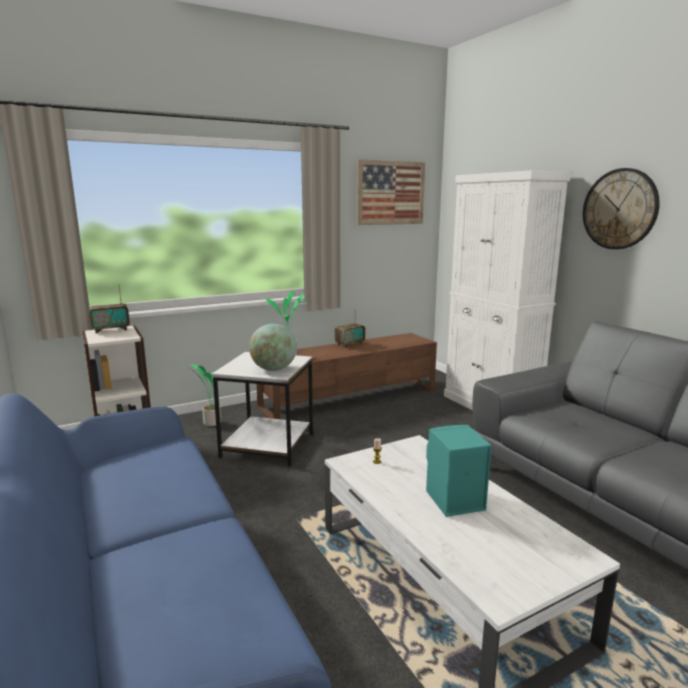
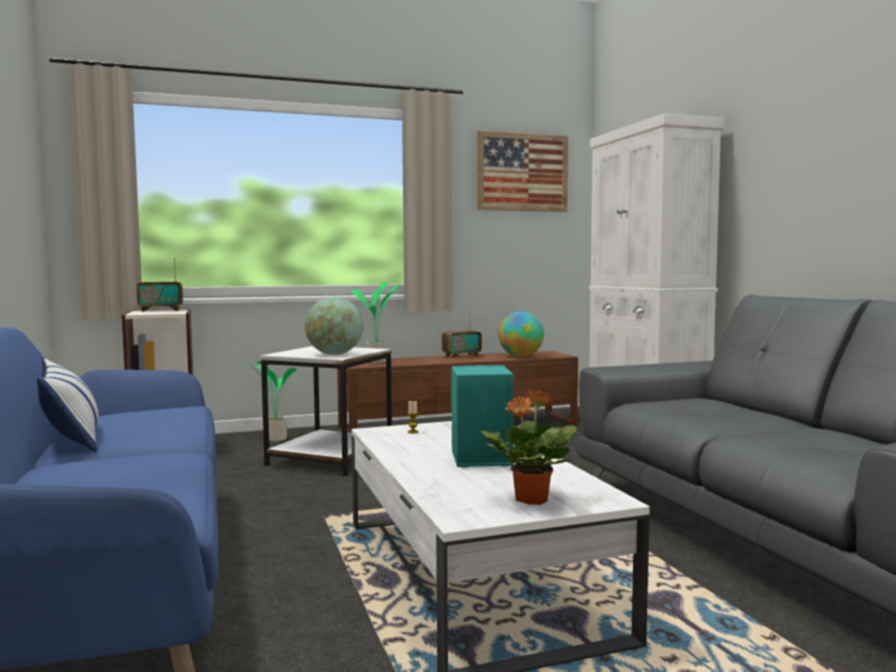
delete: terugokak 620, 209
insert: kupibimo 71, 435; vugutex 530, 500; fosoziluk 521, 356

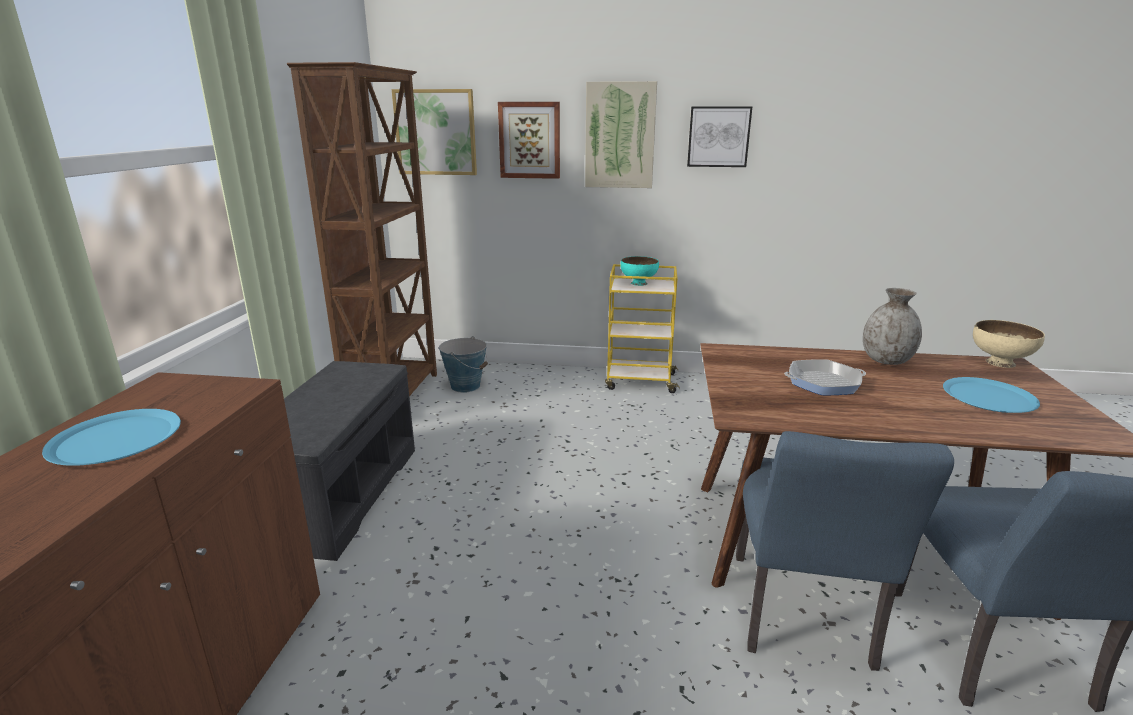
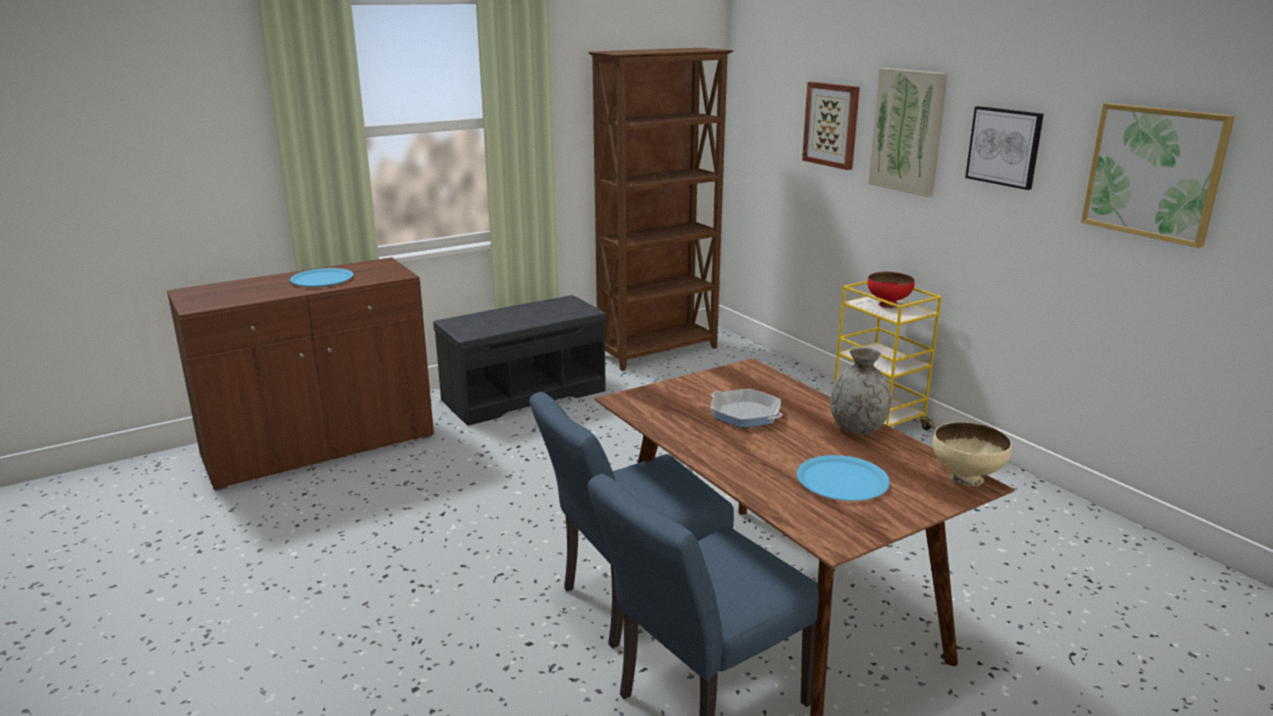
delete: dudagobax 465, 386
move: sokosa 436, 132 to 1154, 172
recolor: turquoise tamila 638, 283 to red tamila 888, 304

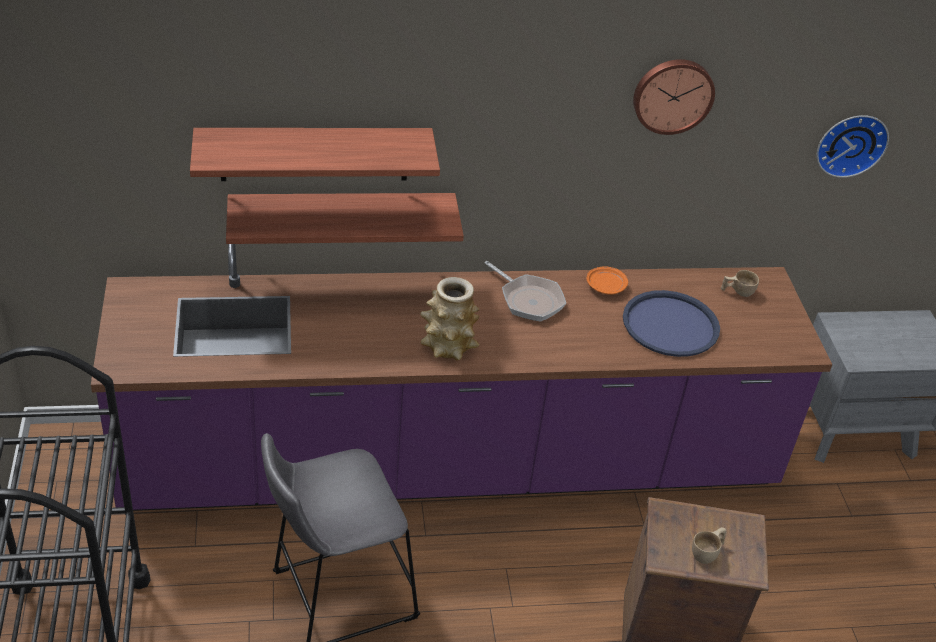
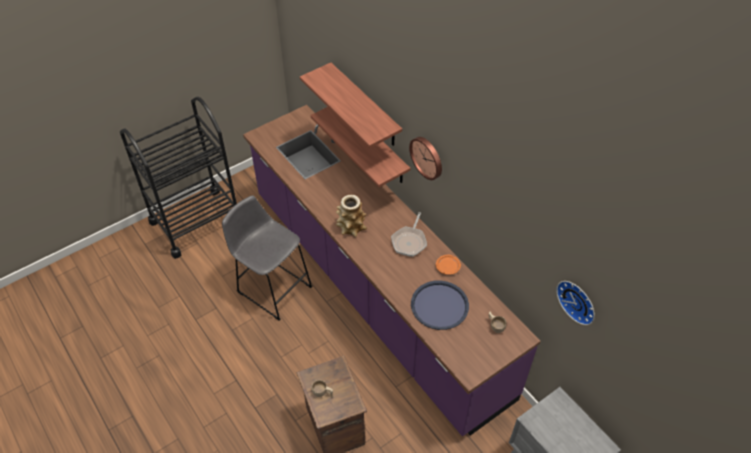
move: terugokak 672, 95 to 427, 157

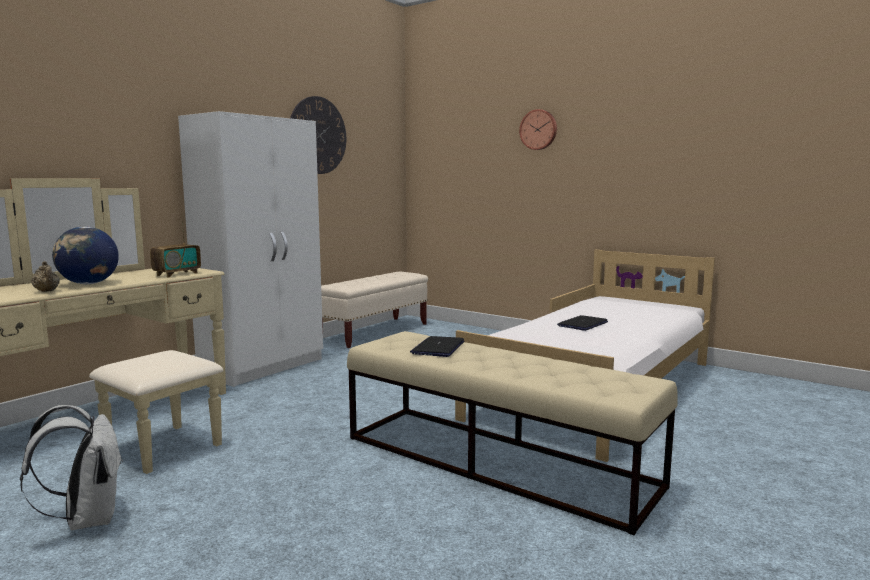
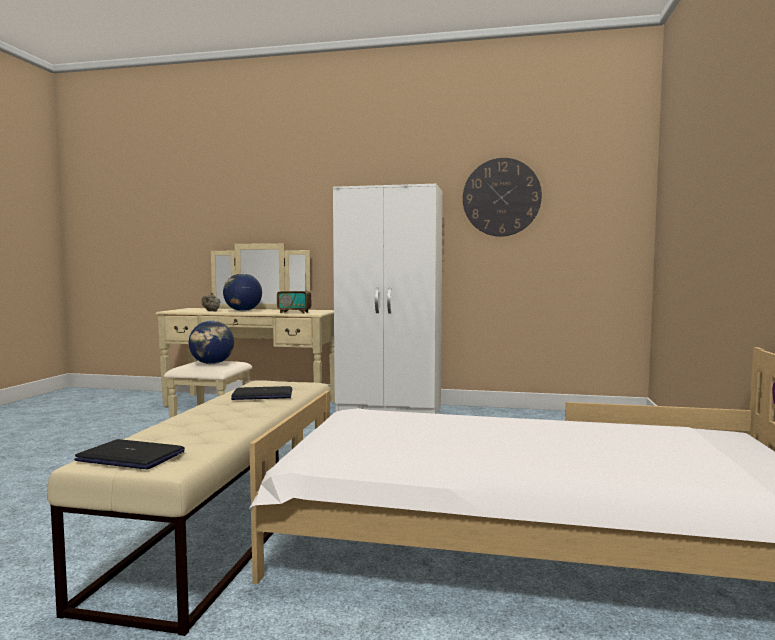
delete: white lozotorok 87, 519; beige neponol 374, 332; terugokak 538, 129
insert: fosoziluk 212, 364
move: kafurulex 582, 324 to 131, 456

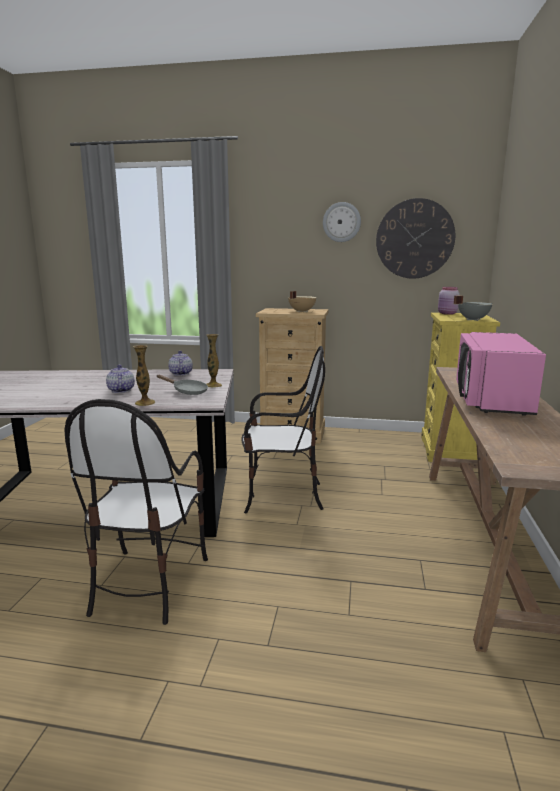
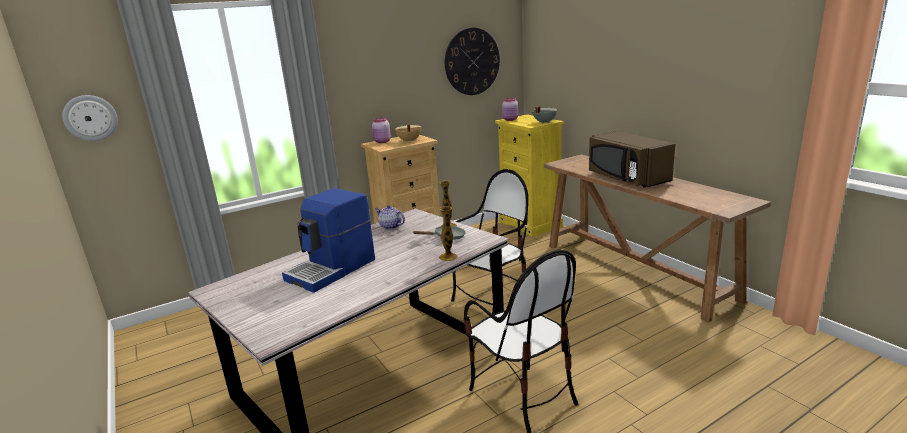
delete: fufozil 120, 390
insert: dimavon 332, 269; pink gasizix 382, 142
move: terugokak 341, 222 to 90, 118
recolor: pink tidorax 490, 399 to brown tidorax 626, 178

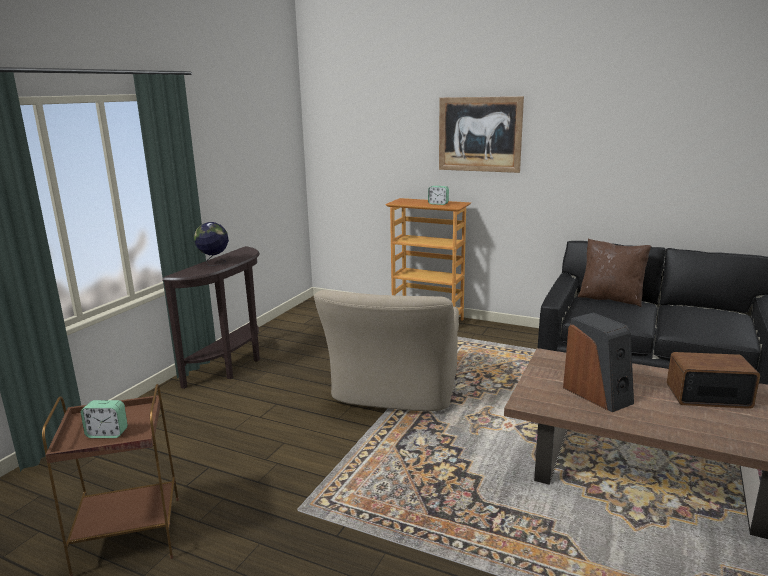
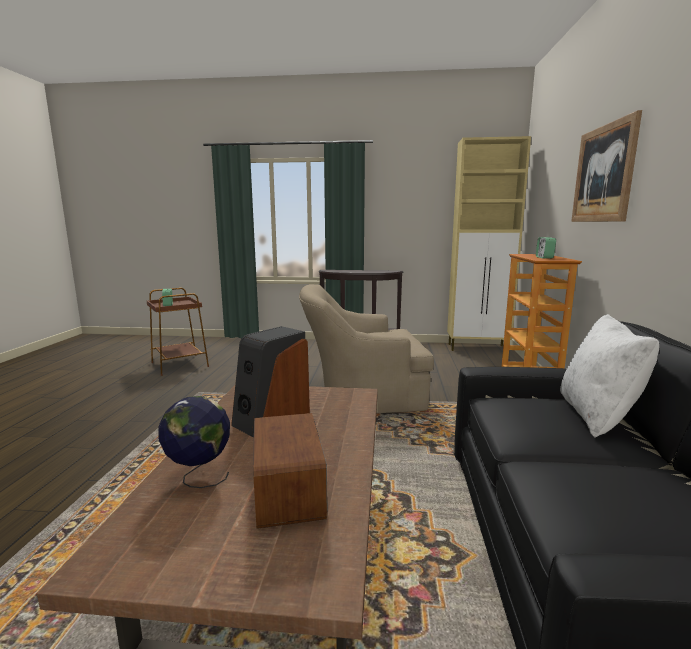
insert: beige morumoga 478, 348
move: fosoziluk 214, 263 to 199, 477
recolor: brown kupibimo 611, 299 to white kupibimo 597, 416

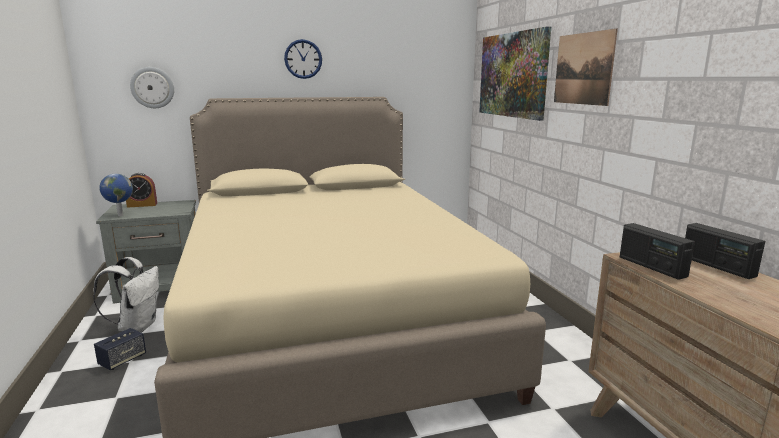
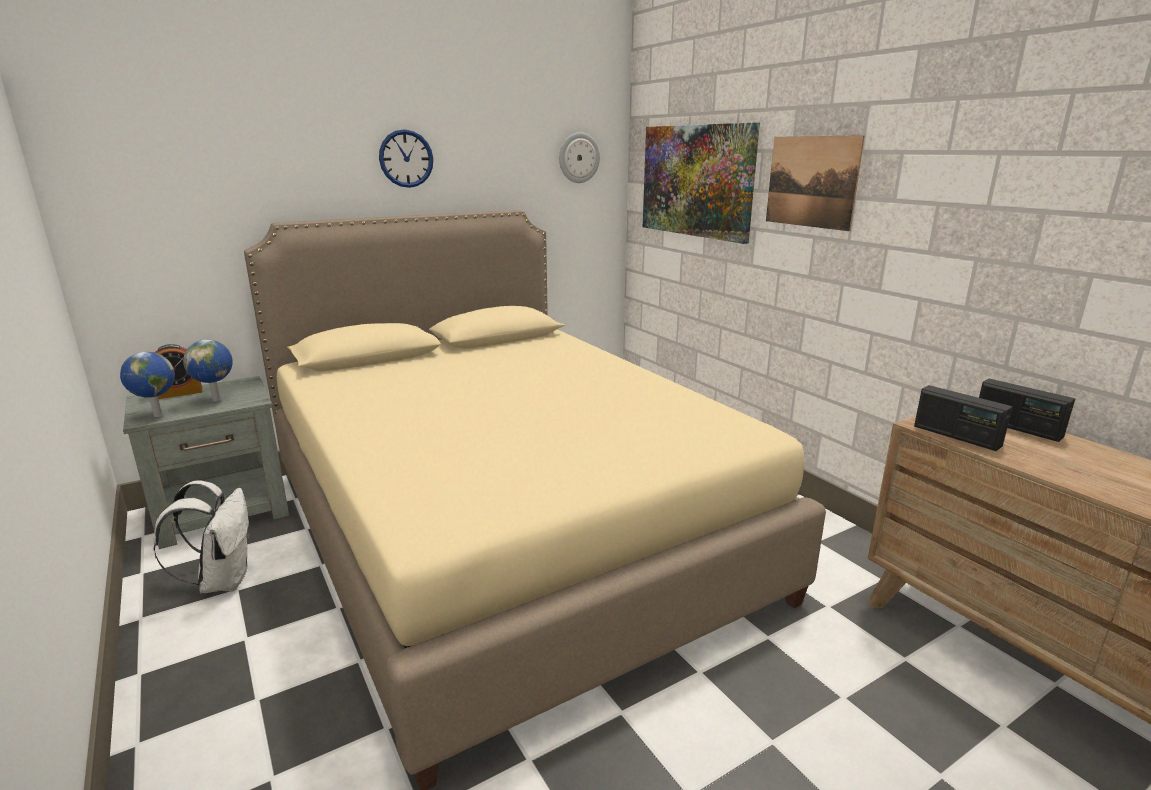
delete: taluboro 122, 360
insert: fosoziluk 217, 400
move: terugokak 152, 87 to 578, 158

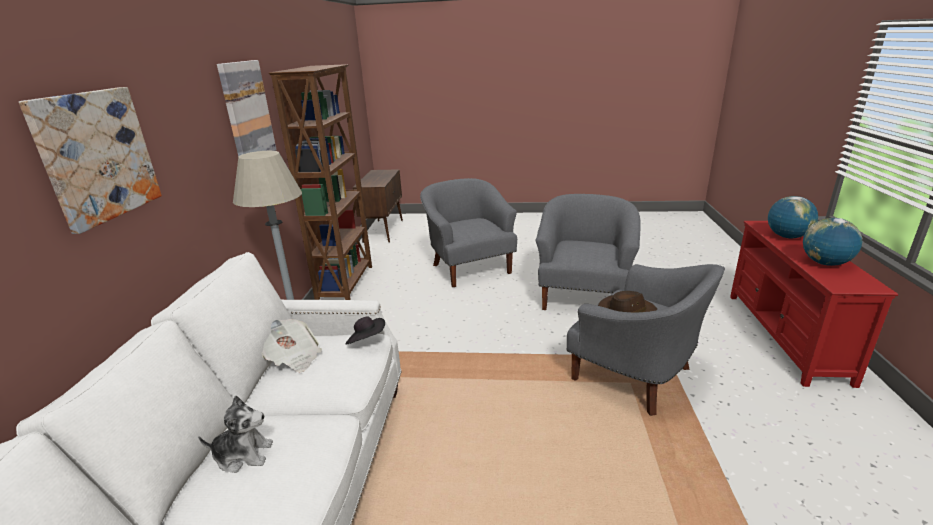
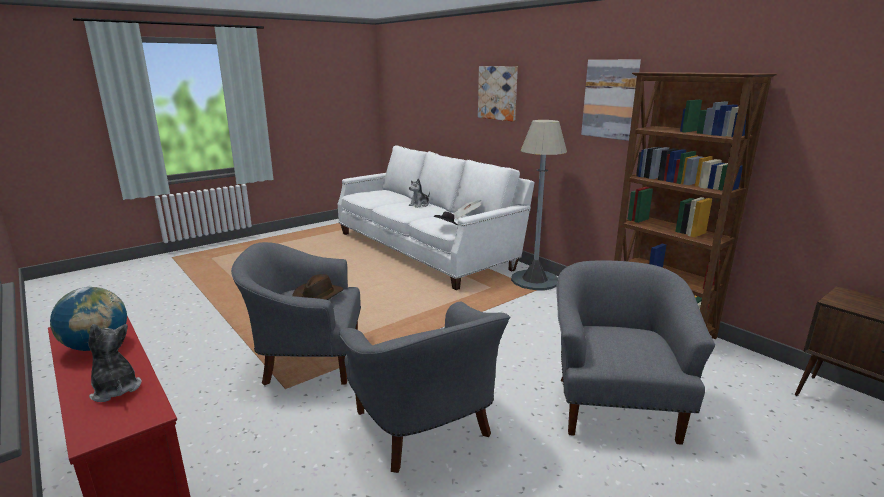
replace: fosoziluk 787, 237 to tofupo 115, 389
rotate: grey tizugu 470, 268 = 615, 405 105 degrees counterclockwise

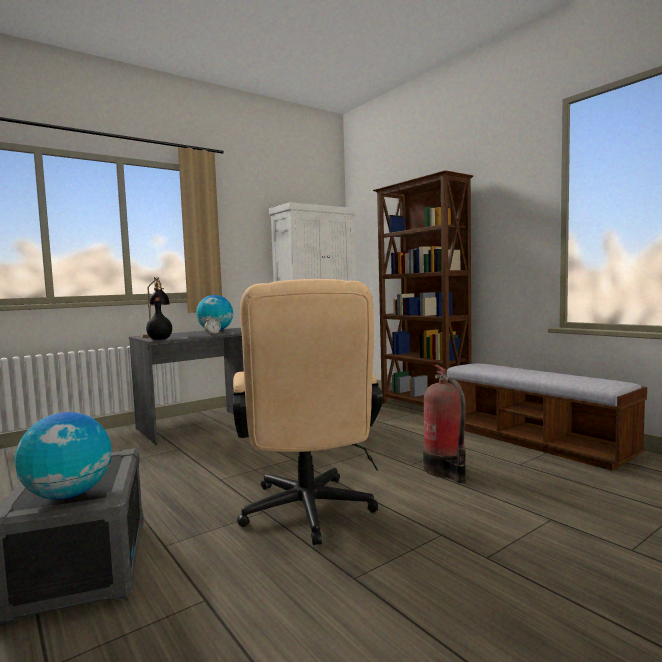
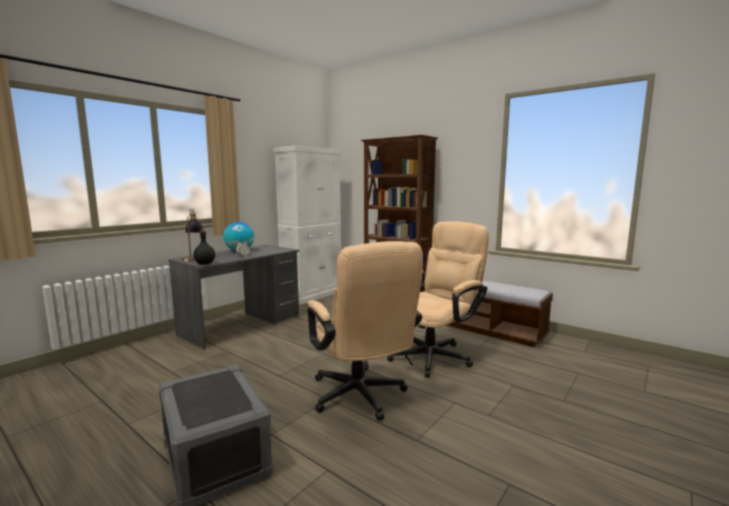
delete: fosoziluk 68, 495
replace: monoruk 446, 471 to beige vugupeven 435, 355

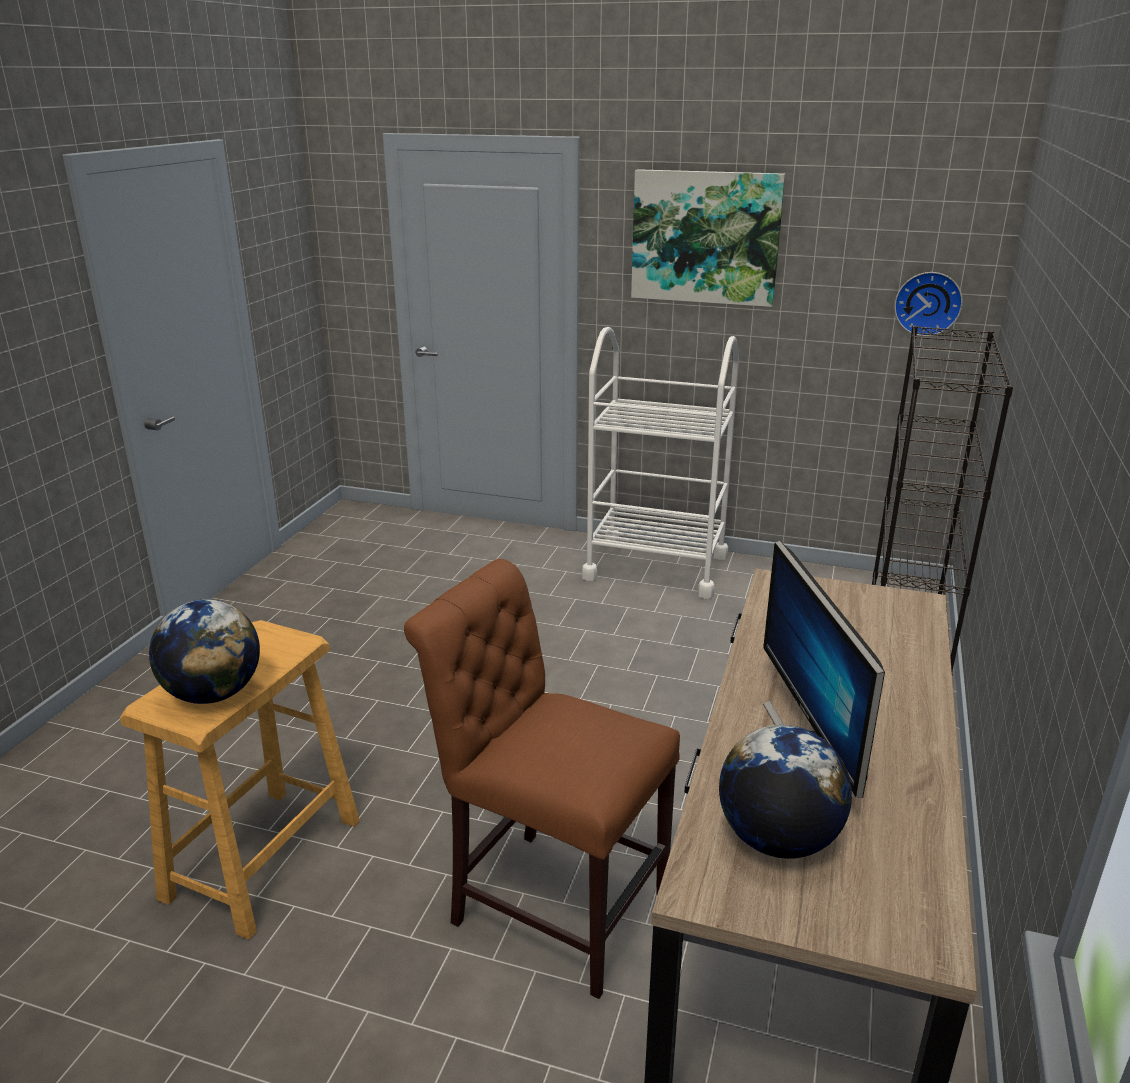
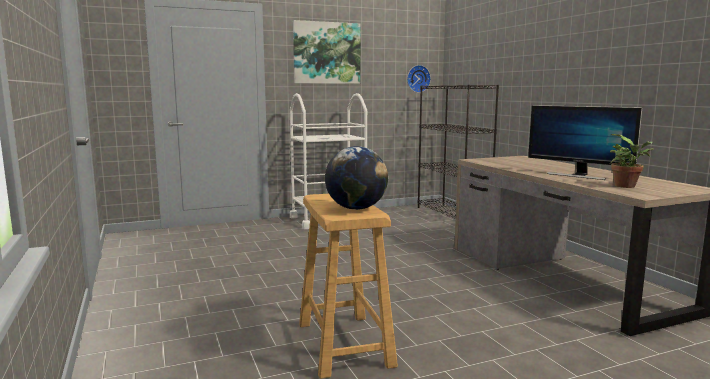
delete: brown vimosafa 550, 901
replace: fosoziluk 777, 839 to vugutex 627, 186

